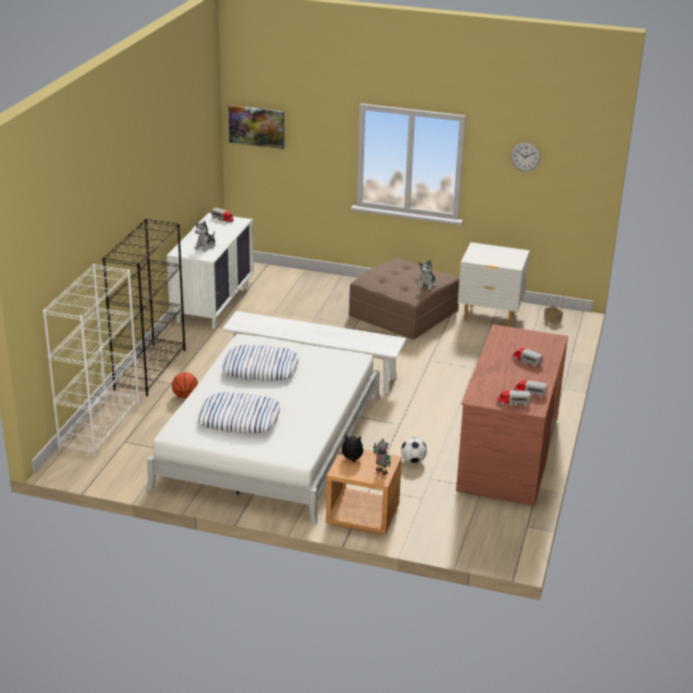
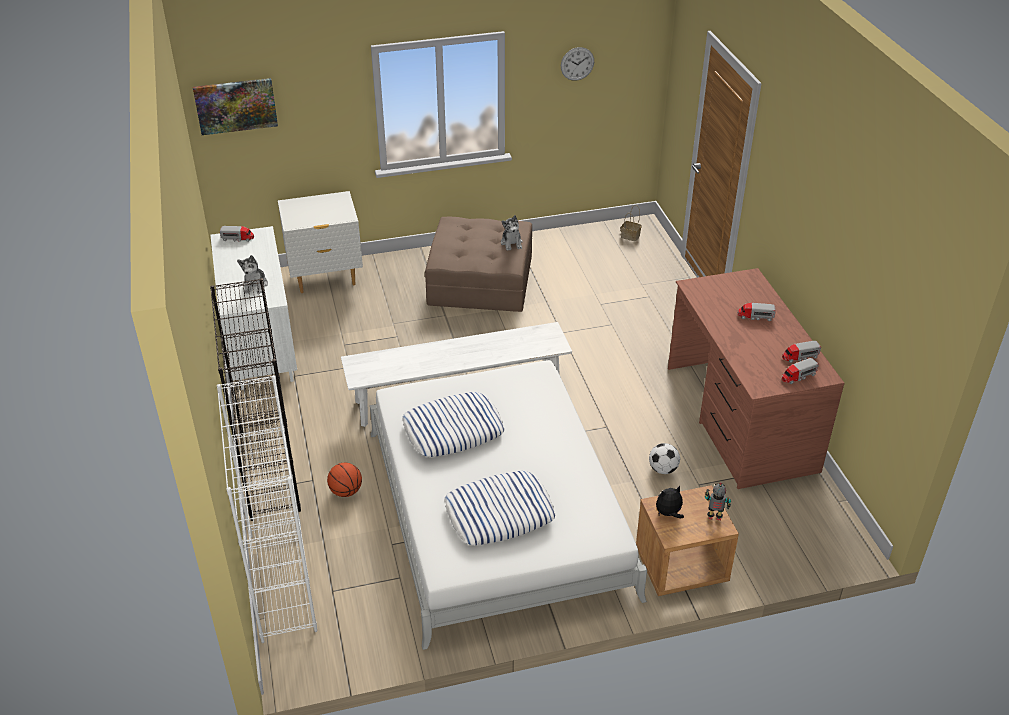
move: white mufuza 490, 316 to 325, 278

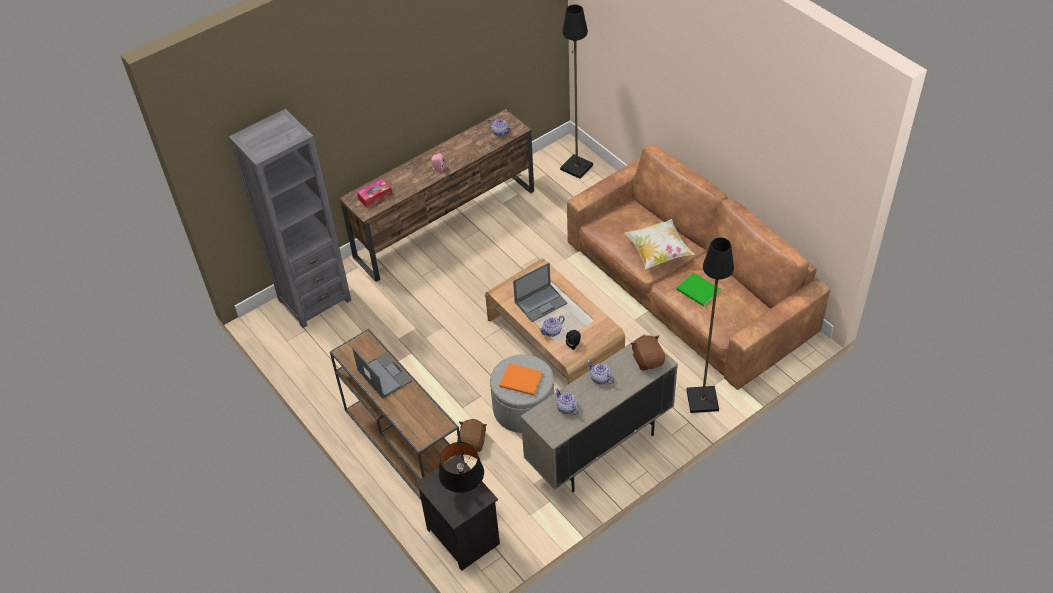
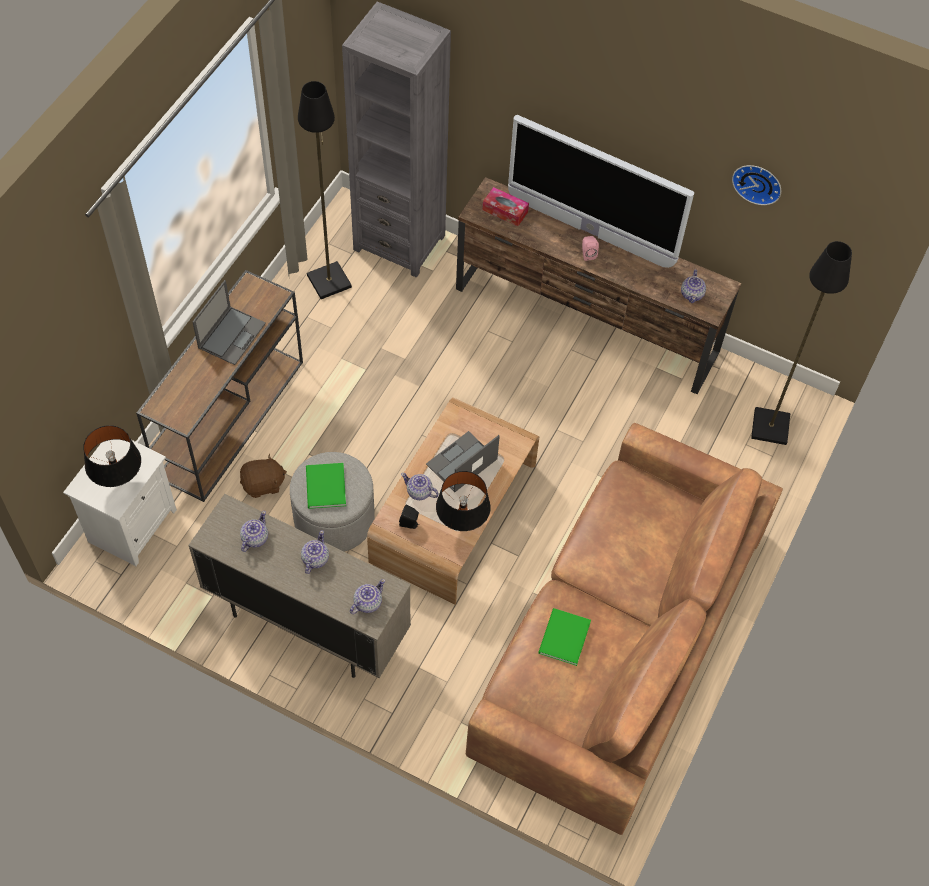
delete: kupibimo 658, 253
insert: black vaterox 462, 524; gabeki 590, 232; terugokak 758, 182
move: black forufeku 701, 400 to 329, 280
replace: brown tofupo 648, 360 to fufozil 367, 603
recolor: black mufuza 461, 536 to white mufuza 132, 524; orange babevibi 522, 381 to green babevibi 324, 488
rotate: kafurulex 541, 302 = 461, 462 105 degrees clockwise

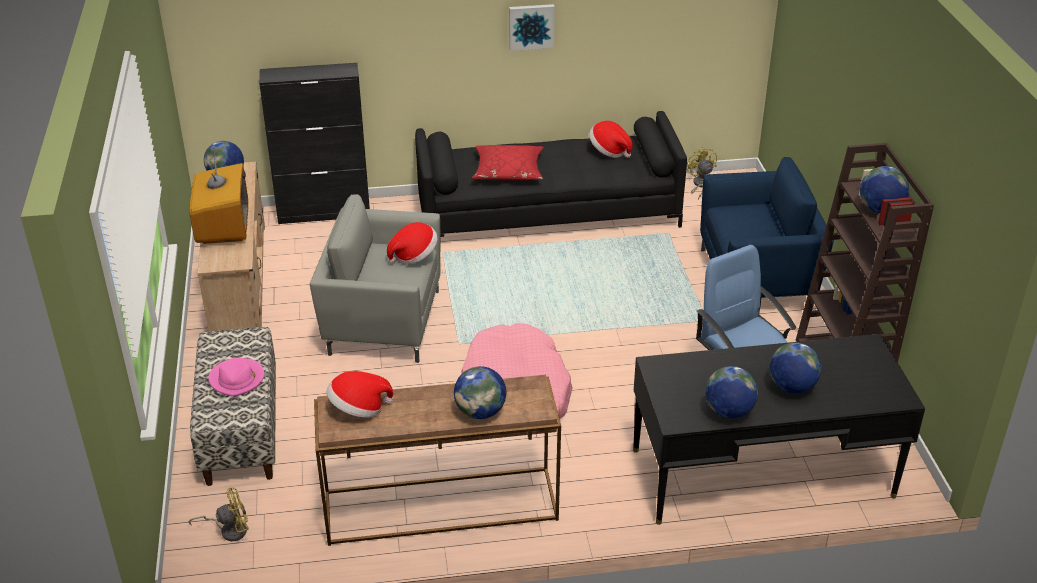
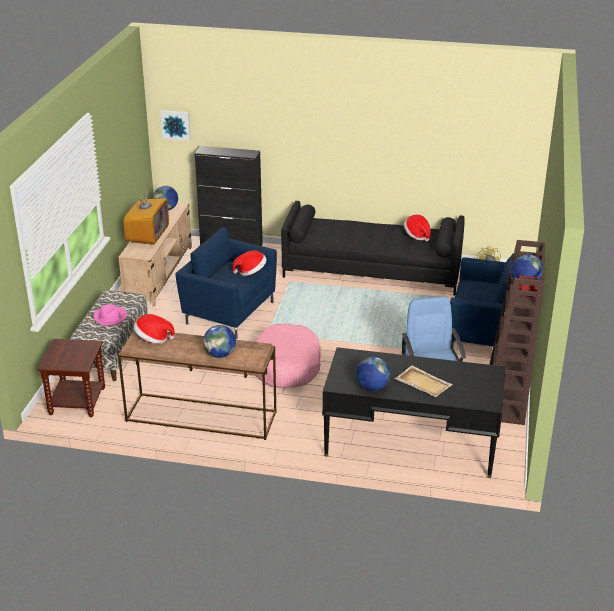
delete: red kupibimo 508, 171
move: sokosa 531, 26 to 176, 124
replace: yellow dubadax 229, 530 to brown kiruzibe 76, 401; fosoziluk 792, 387 to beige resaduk 423, 383
recolor: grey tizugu 382, 321 to blue tizugu 229, 312

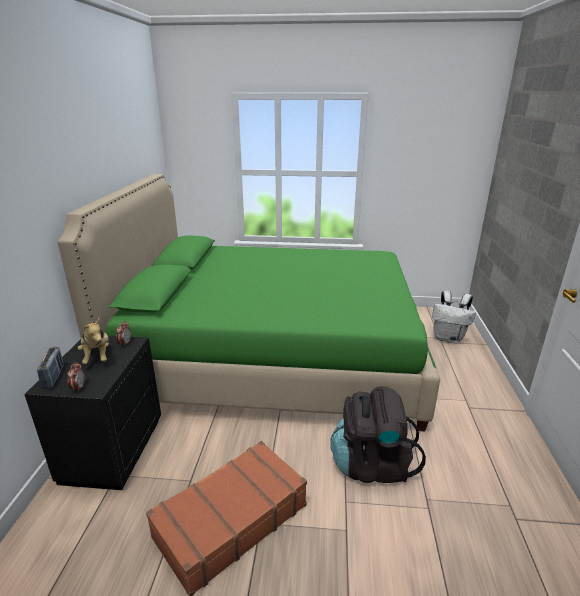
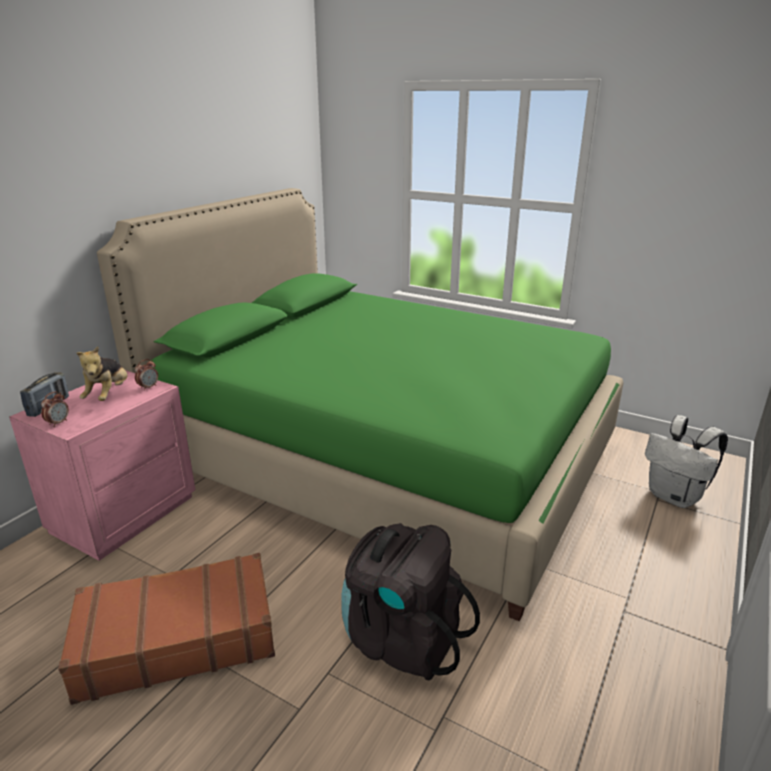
recolor: black mufuza 111, 450 to pink mufuza 123, 514

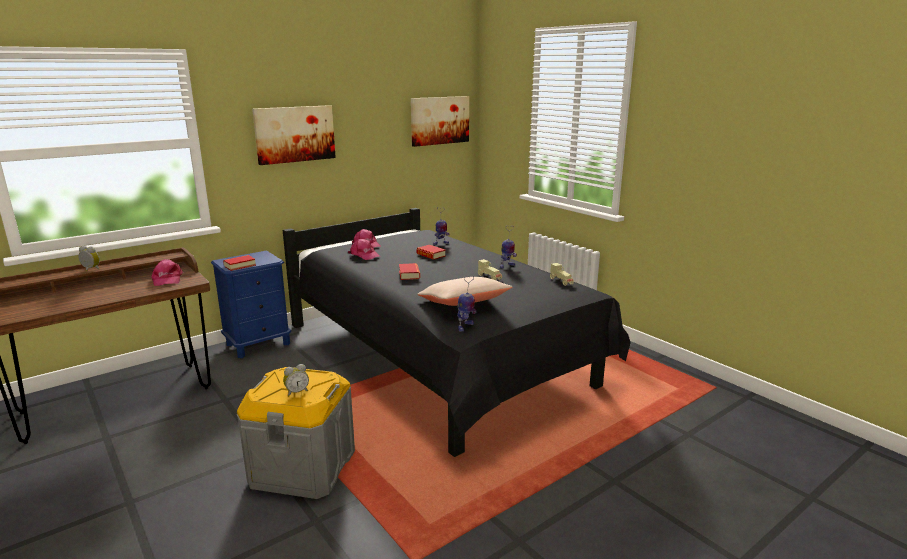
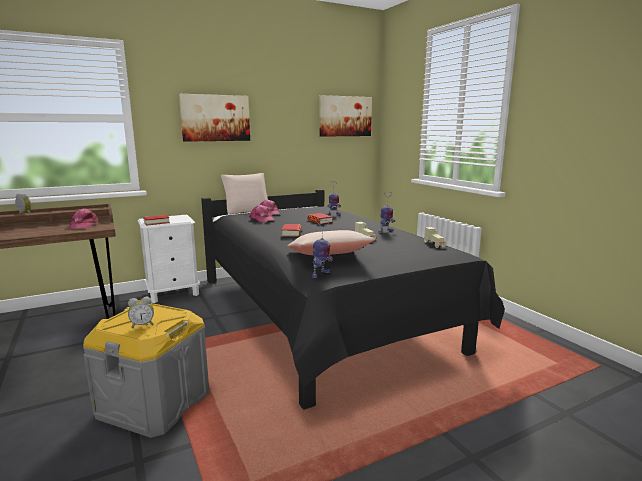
insert: beige kupibimo 247, 210
recolor: blue mufuza 258, 344 to white mufuza 173, 293

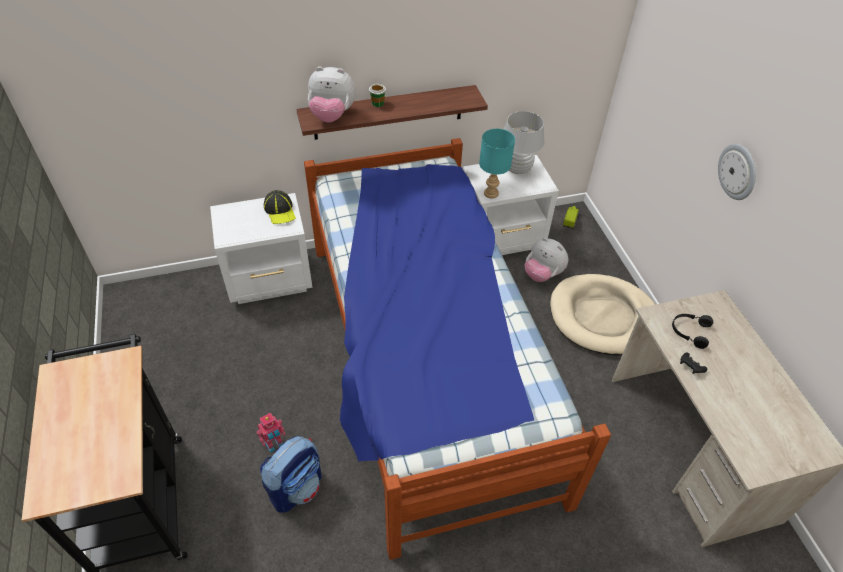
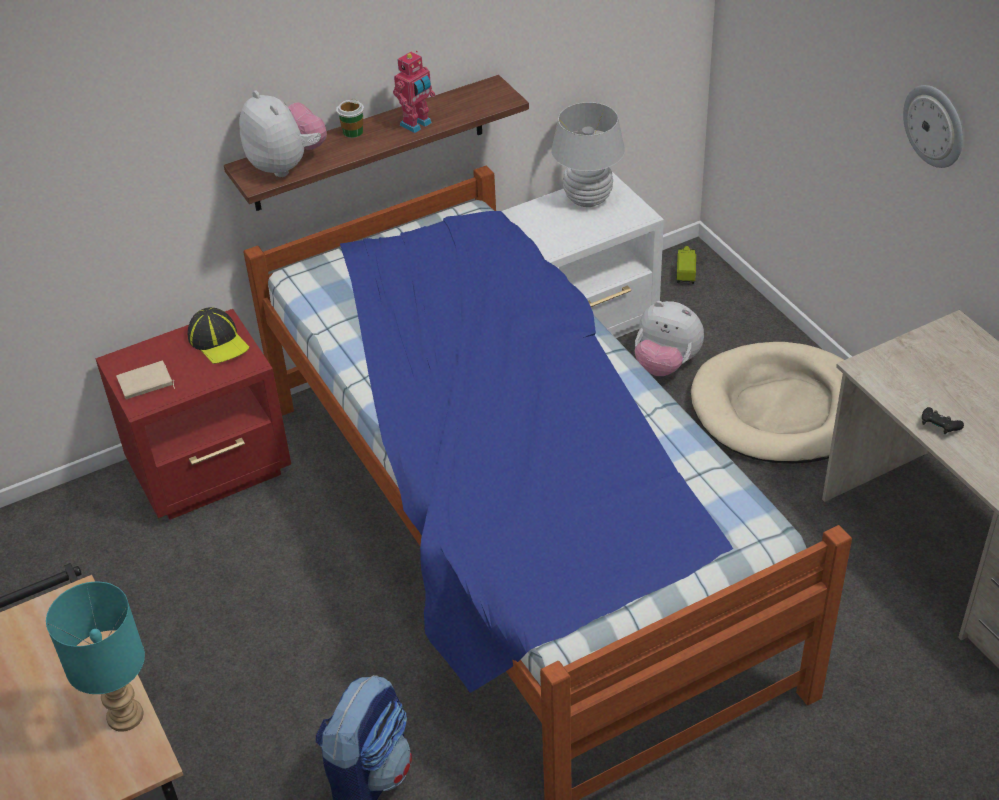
delete: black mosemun 689, 332
insert: beige babevibi 145, 384
move: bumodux 274, 445 to 417, 125; turquoise vaterox 490, 193 to 123, 716
recolor: white mufuza 271, 280 to red mufuza 213, 470
rotate: tofupo 332, 116 = 286, 165 120 degrees counterclockwise

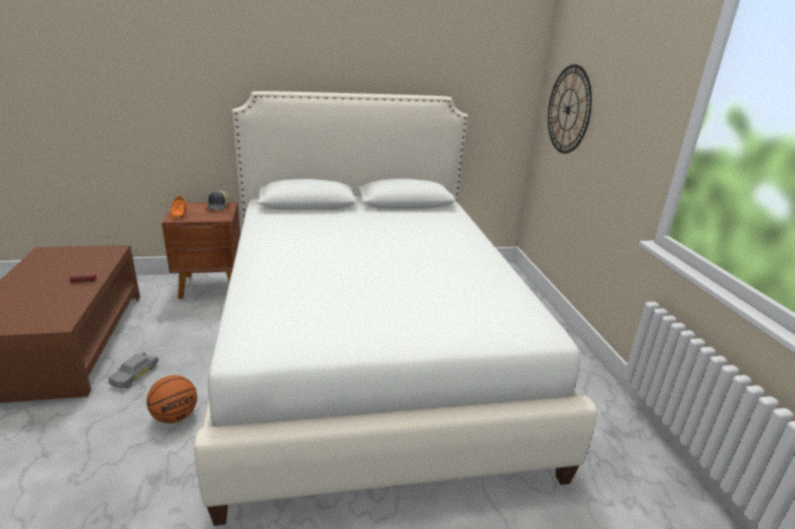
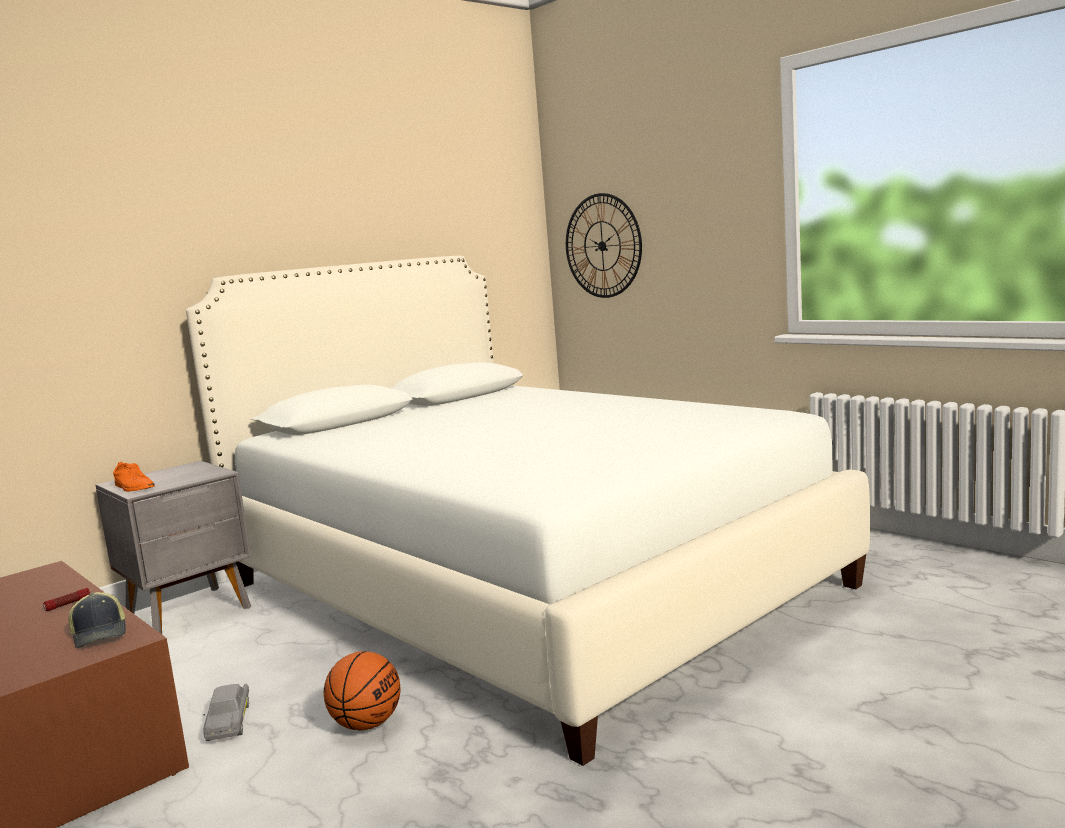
move: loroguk 218, 207 to 101, 633
recolor: brown mufuza 212, 286 to grey mufuza 191, 612

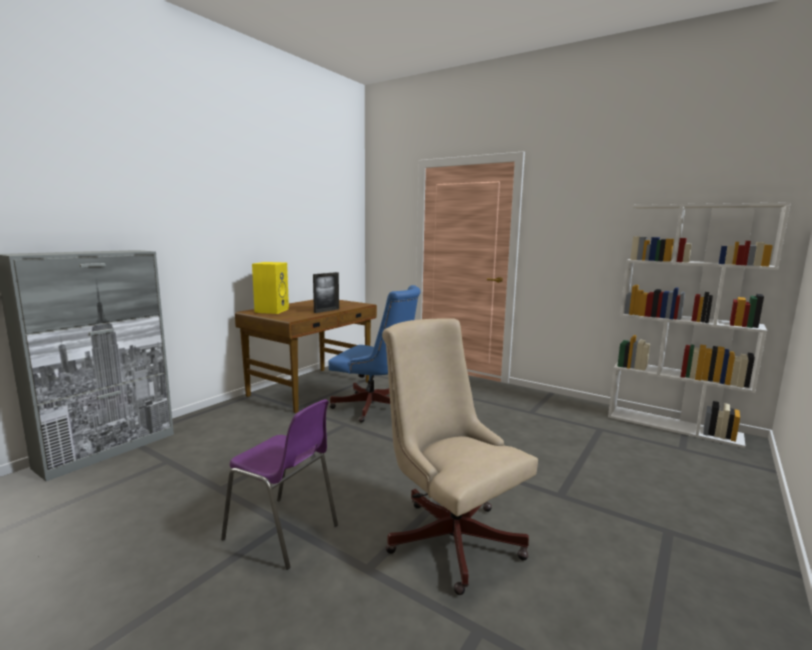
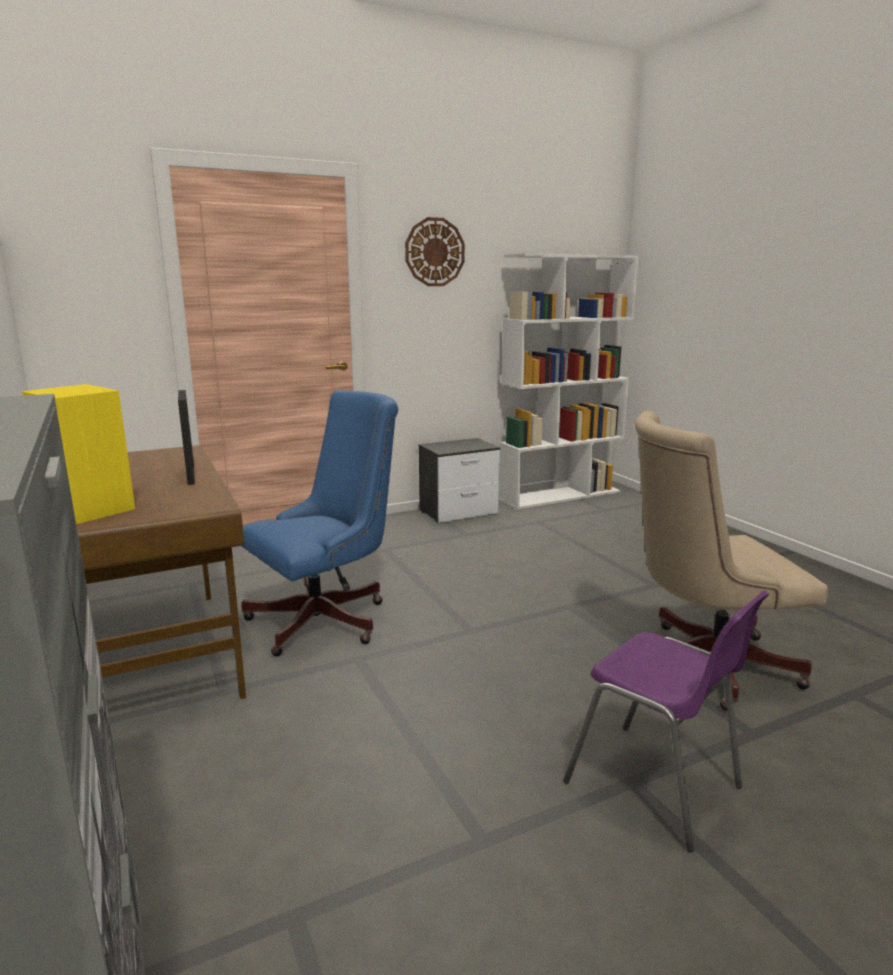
insert: terugokak 434, 252; mufuza 459, 512
rotate: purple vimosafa 283, 533 = 656, 786 75 degrees clockwise

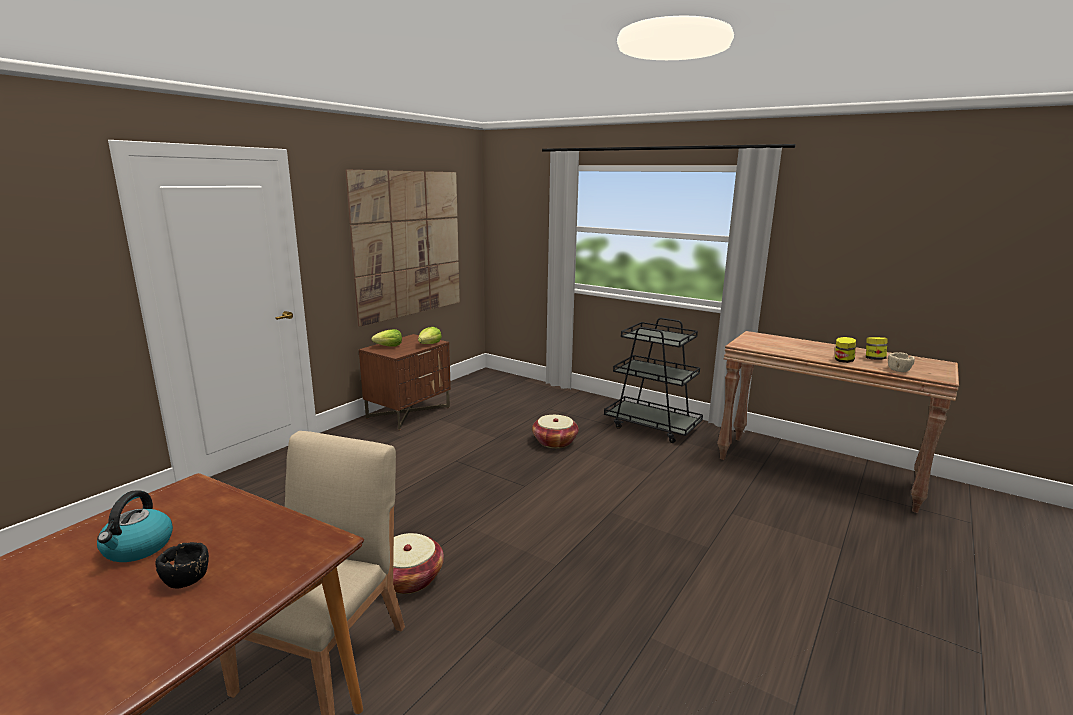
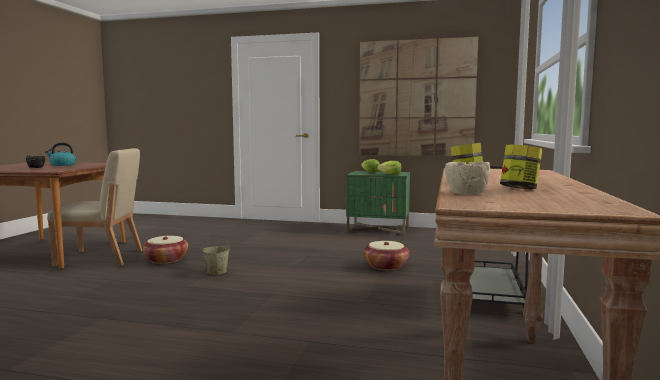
insert: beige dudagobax 217, 271
recolor: brown mufuza 409, 412 to green mufuza 378, 230

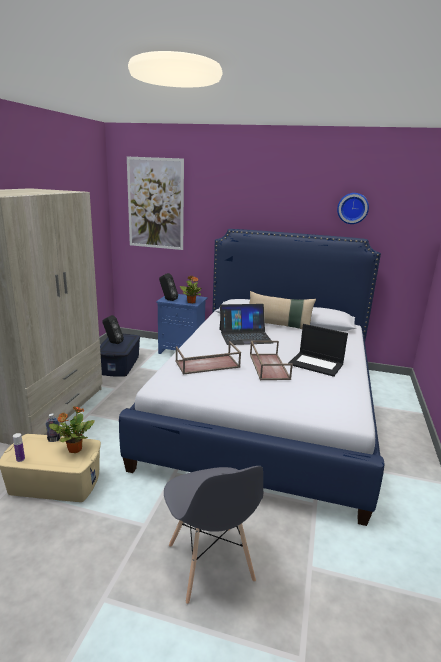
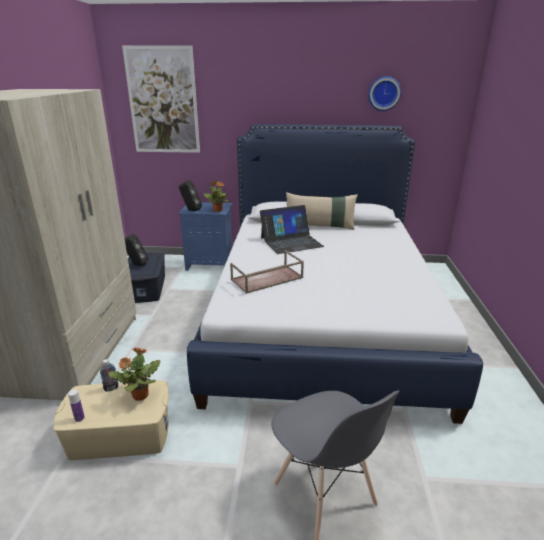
delete: brown resaduk 268, 366; kafurulex 316, 364

